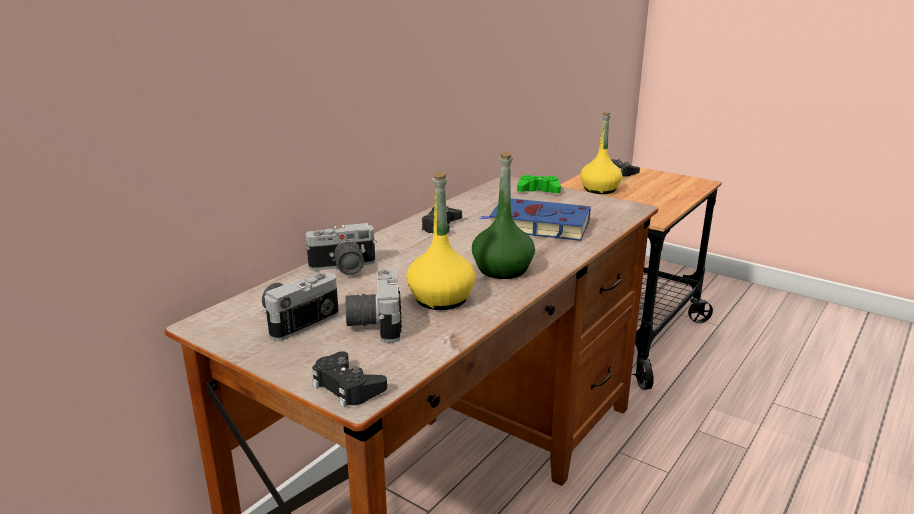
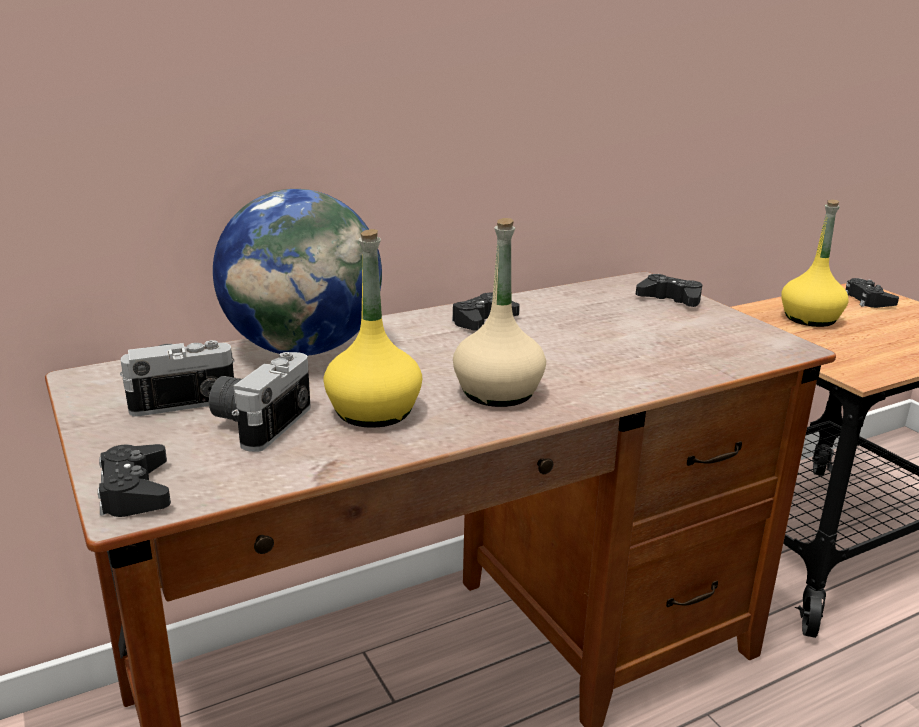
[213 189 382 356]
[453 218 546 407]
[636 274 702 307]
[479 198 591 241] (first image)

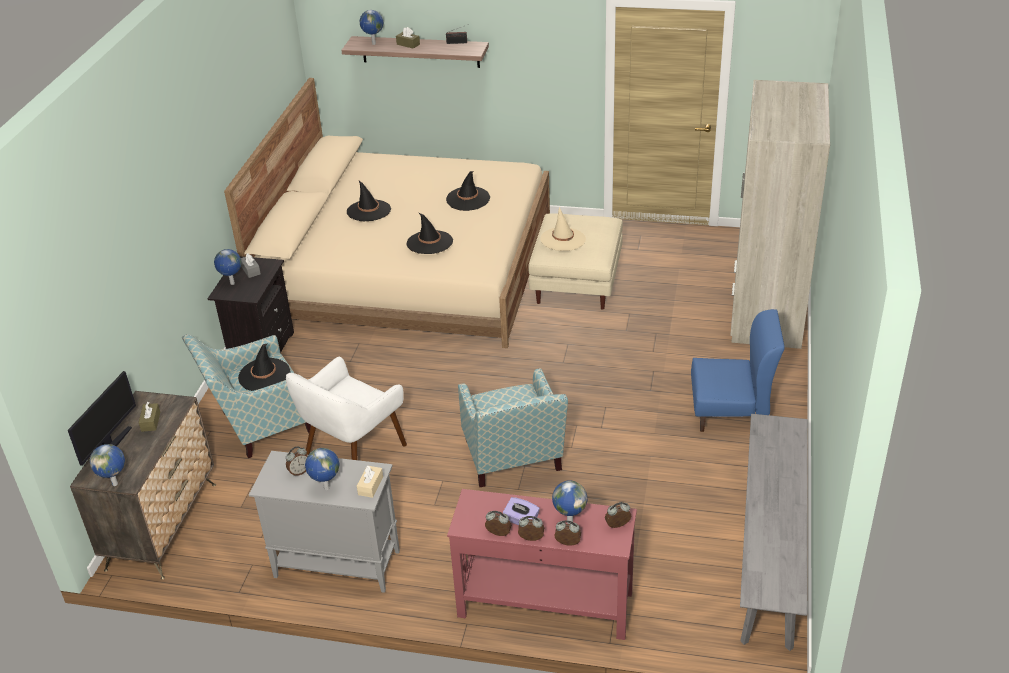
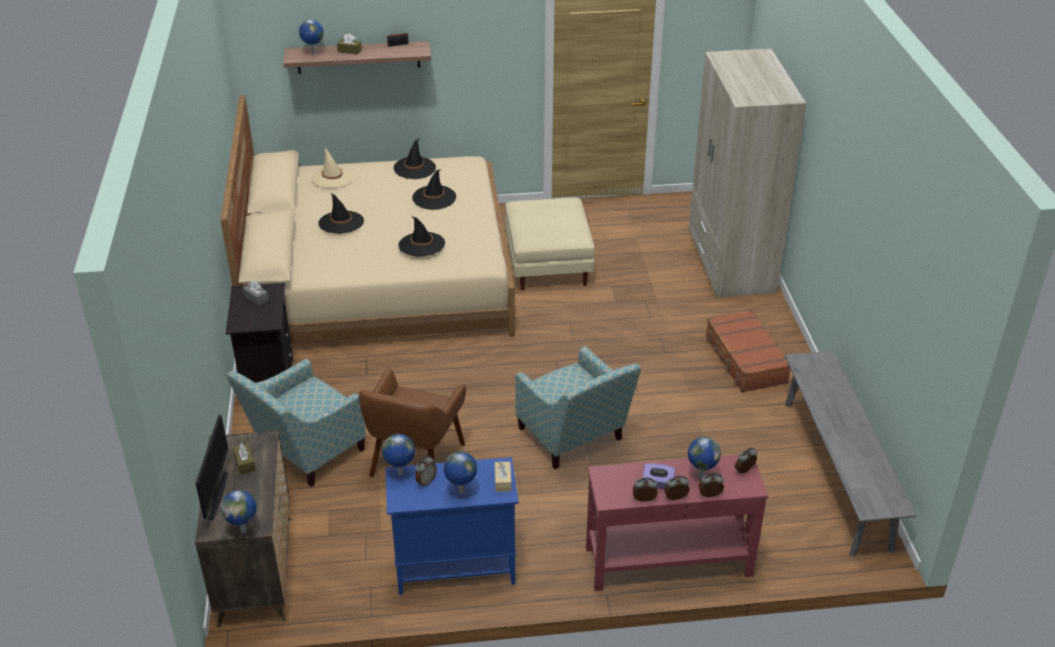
[311 148 354 188]
[359 368 466 477]
[382 434 415 475]
[385 457 519 595]
[393 139 436 179]
[706 310 790 392]

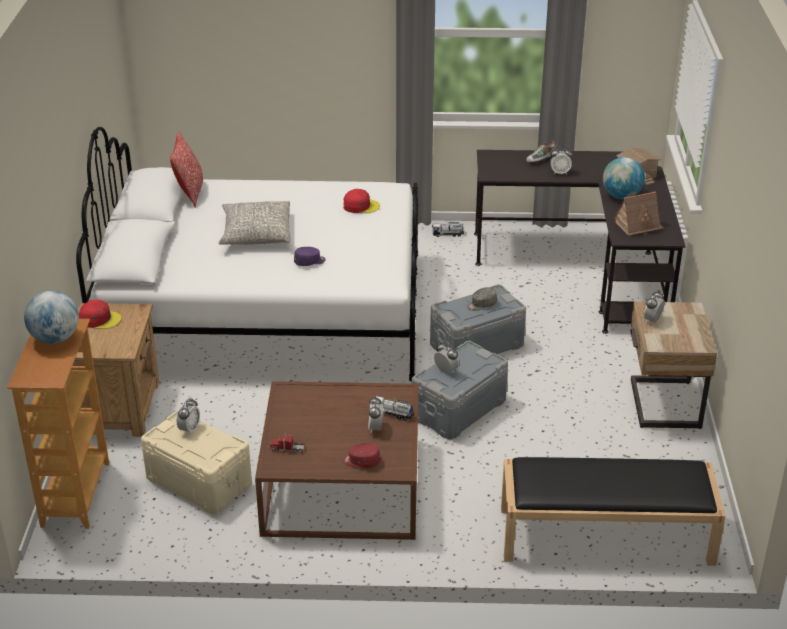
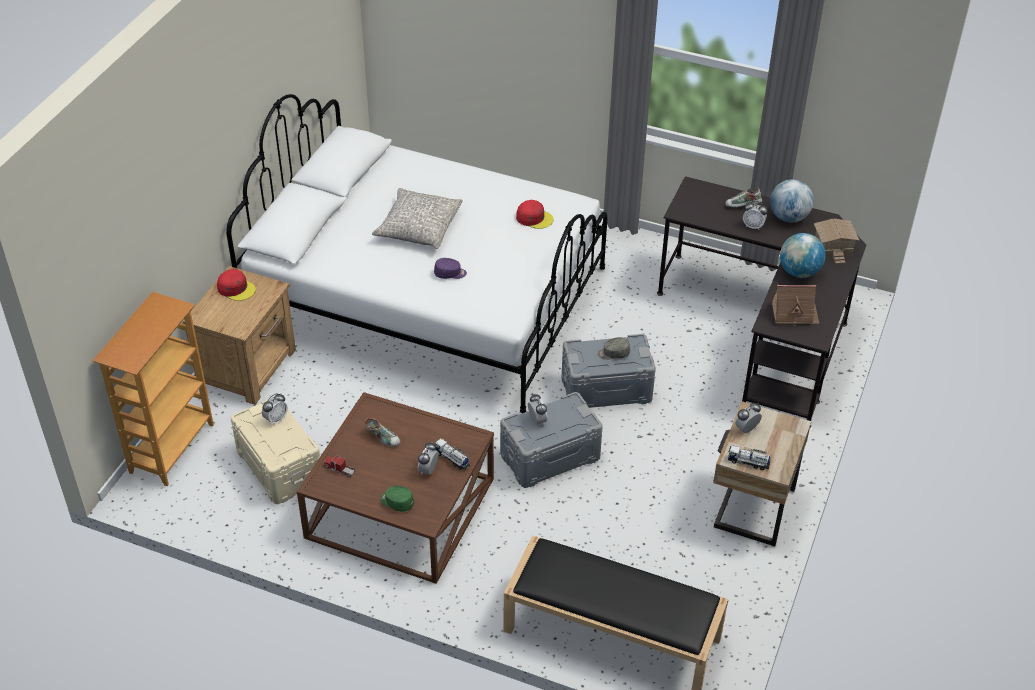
[365 417 400 447]
[380 486 414 512]
[728 445 771 470]
[770 179 814 222]
[170 131 203 208] (first image)

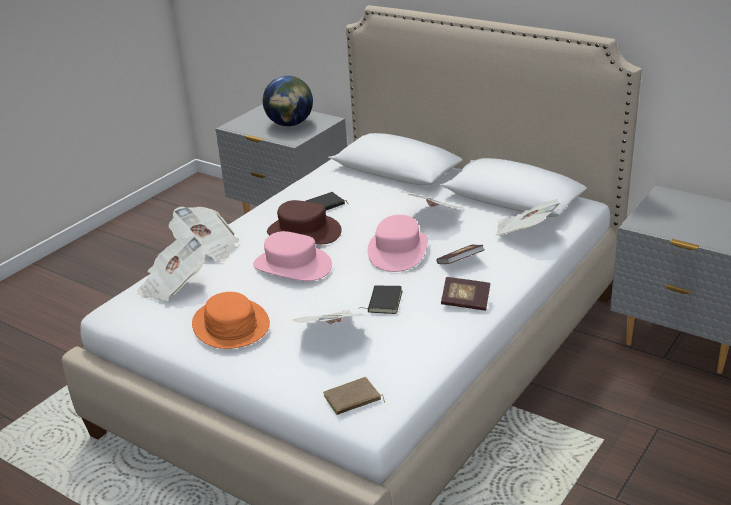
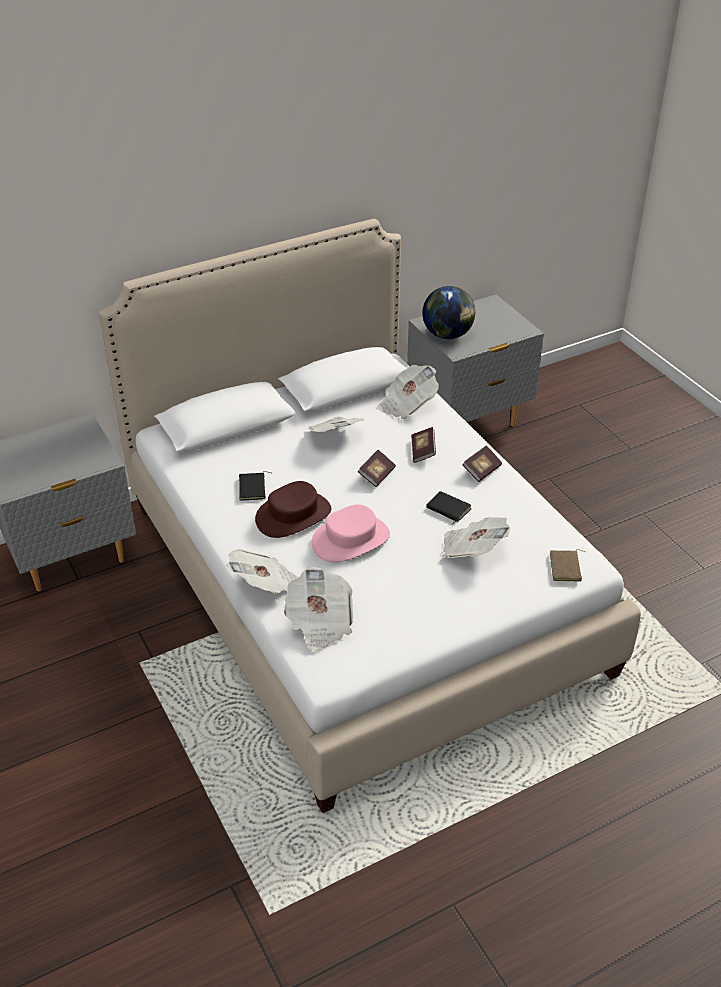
[358 450 396 487]
[422 286 475 339]
[192 292 270 349] (first image)

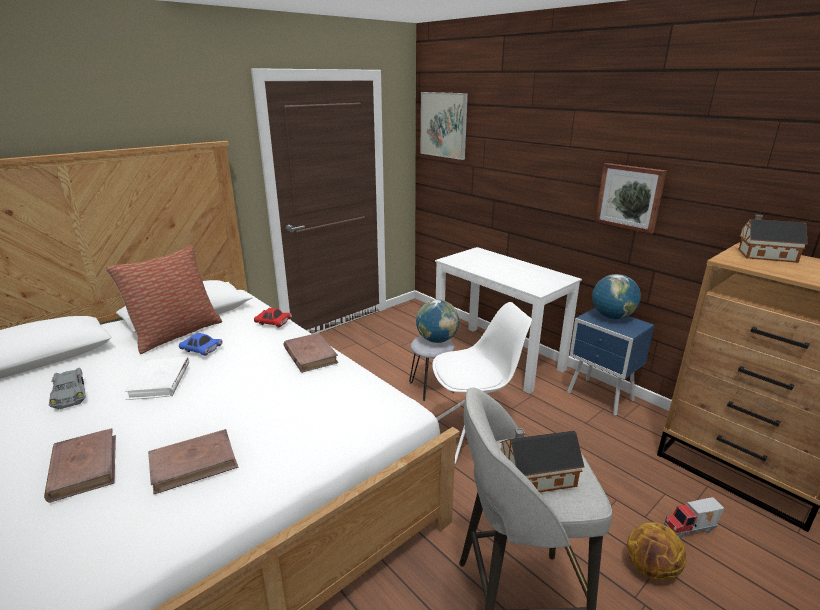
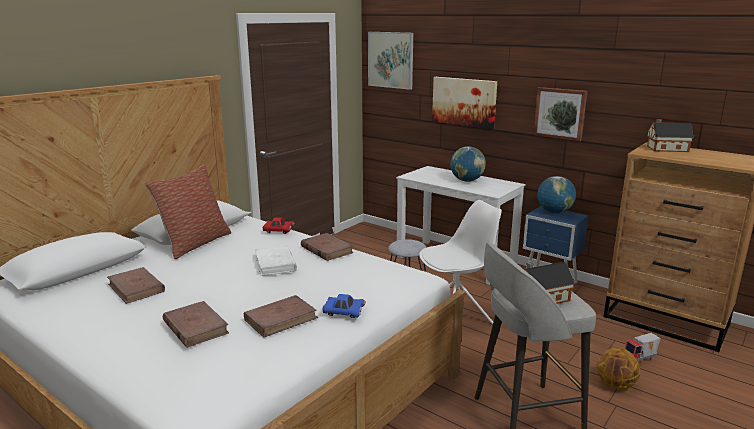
[107 267 165 304]
[255 246 297 276]
[323 294 365 318]
[432 77 497 129]
[450 146 486 182]

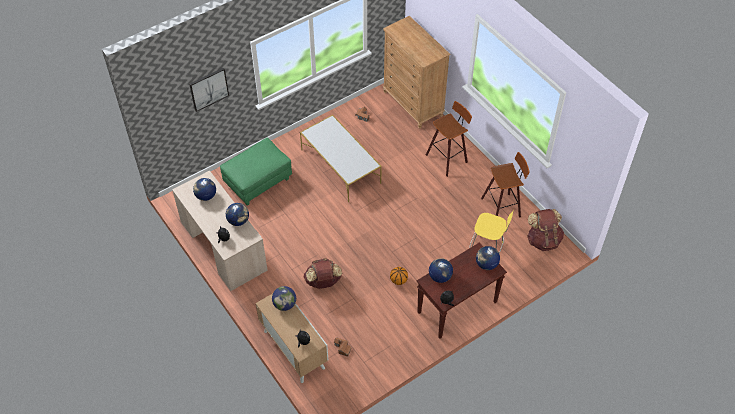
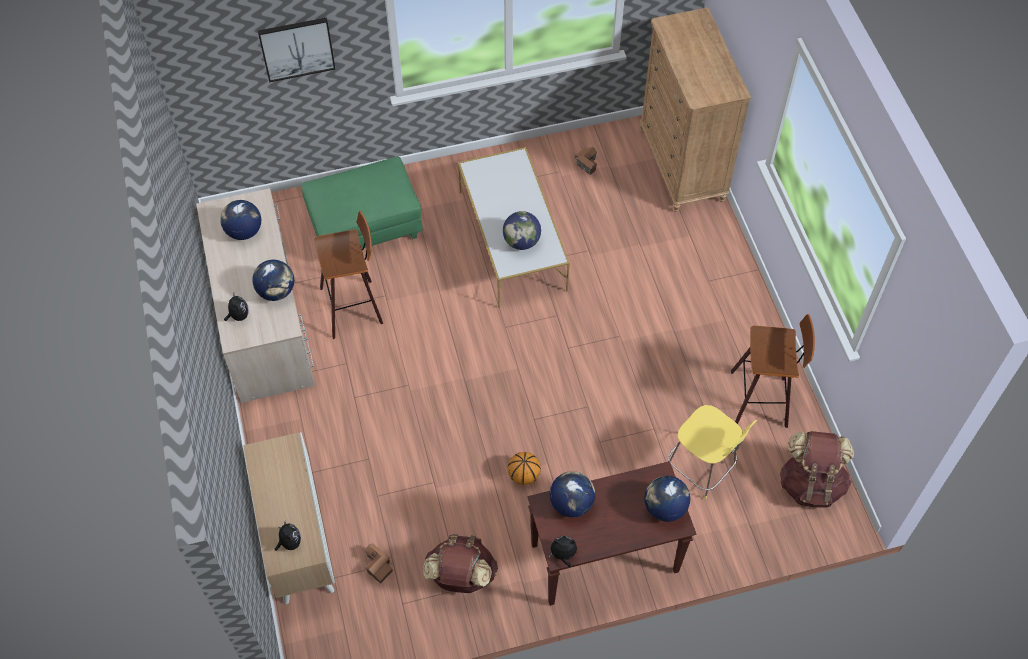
[314 211 383 339]
[423 534 498 593]
[503 211 541 250]

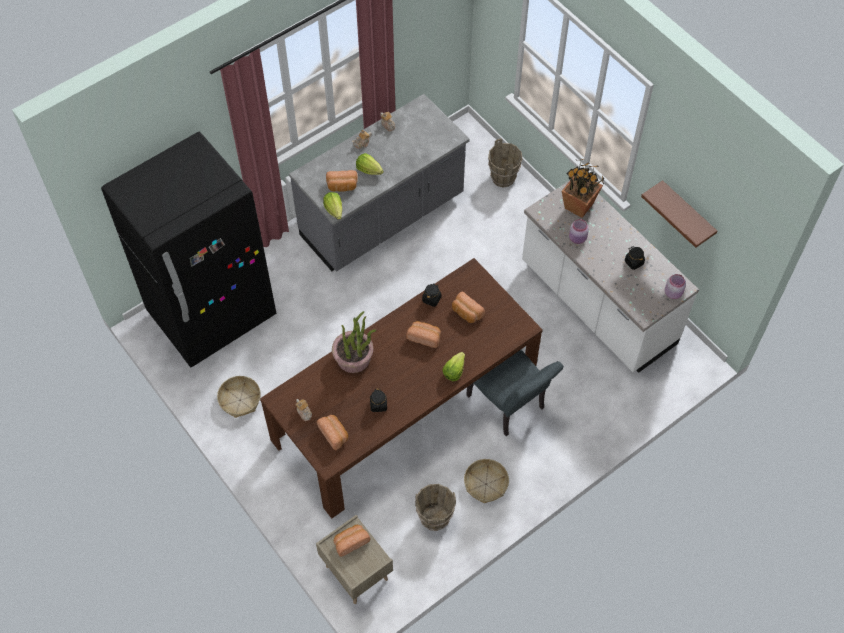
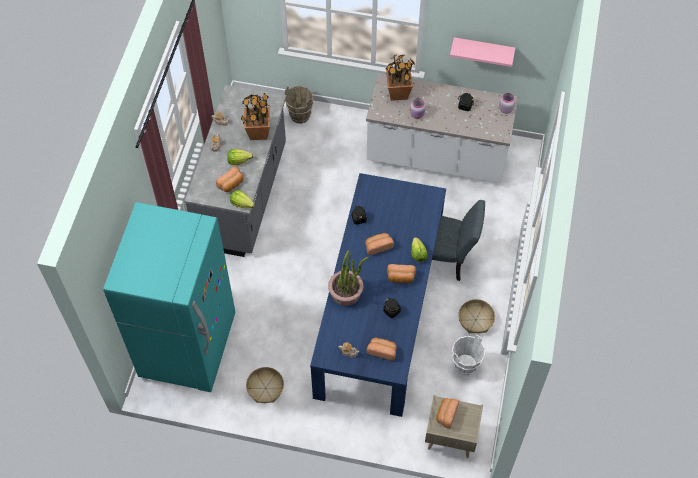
[103 202 235 392]
[241 93 270 140]
[310 173 446 417]
[387 264 416 283]
[450 37 515 67]
[452 335 485 375]

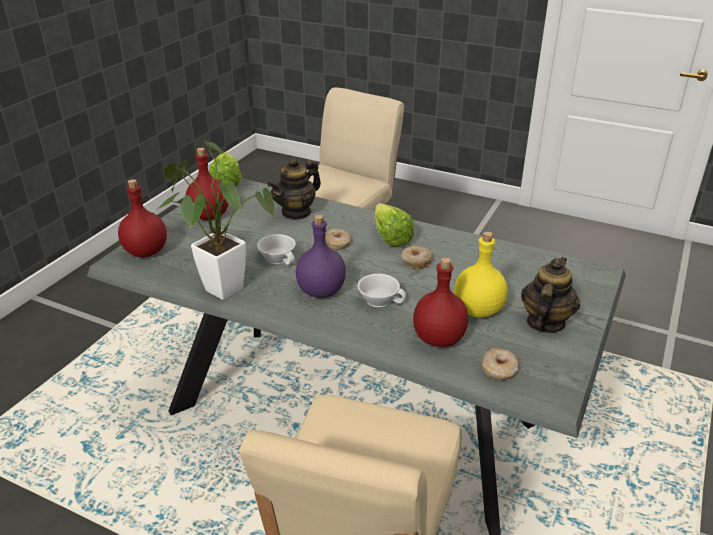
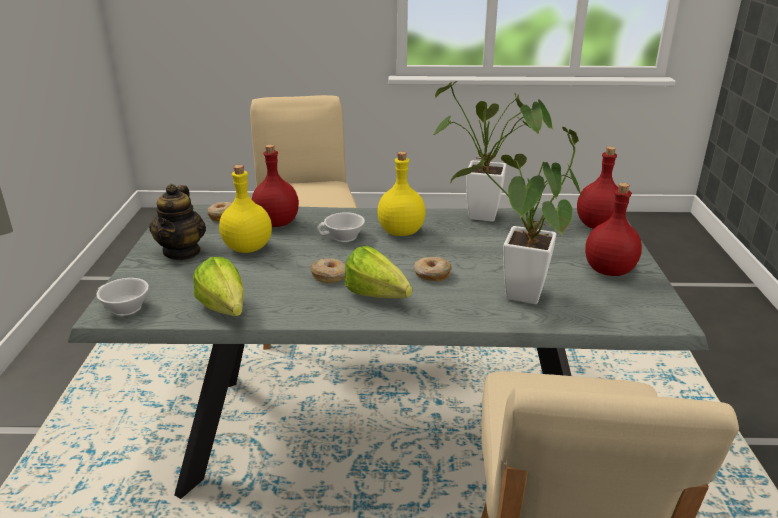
[97 278 149 316]
[193 257 244 316]
[377 152 426 236]
[450 127 583 304]

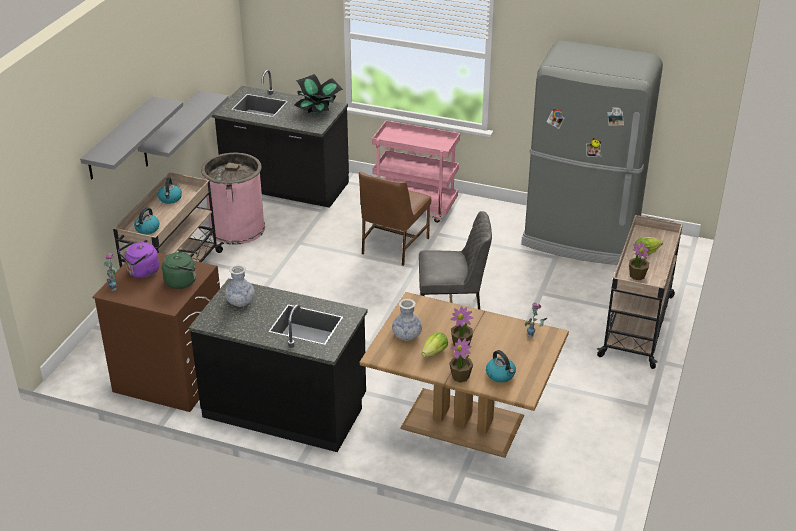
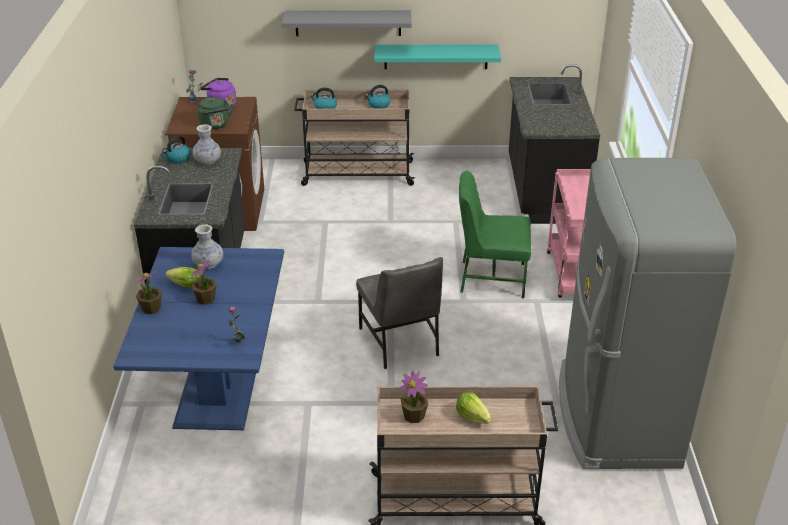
[114 247 284 430]
[163 135 191 164]
[374 44 501 69]
[459 171 531 298]
[201 153 265 245] (first image)
[294 74 343 113] (first image)

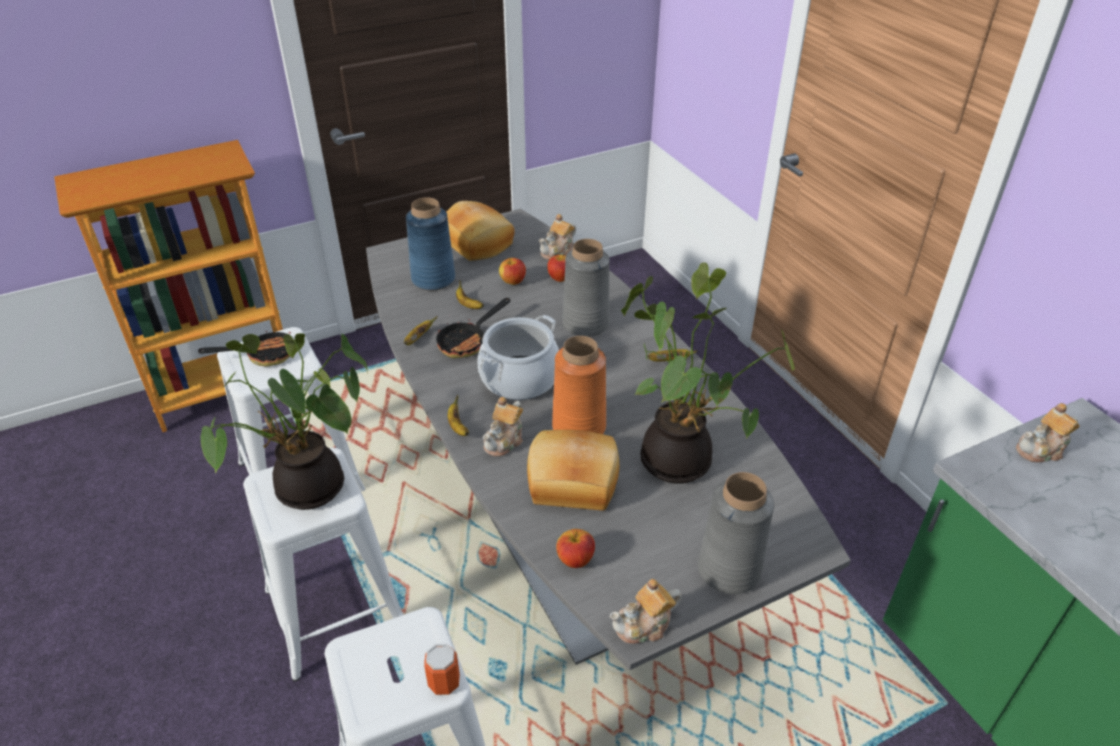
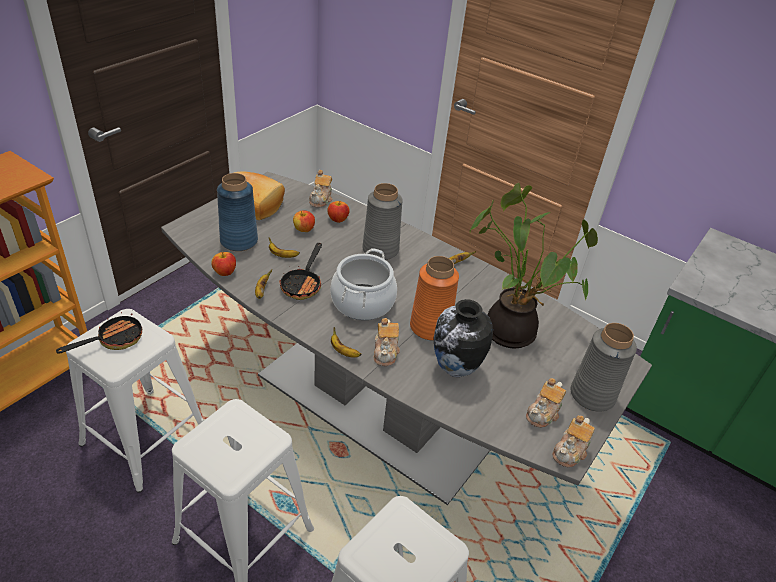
[211 252 236 276]
[433 299 493 377]
[526 378 566 428]
[201 333 368 510] (first image)
[424 644 460 695] (first image)

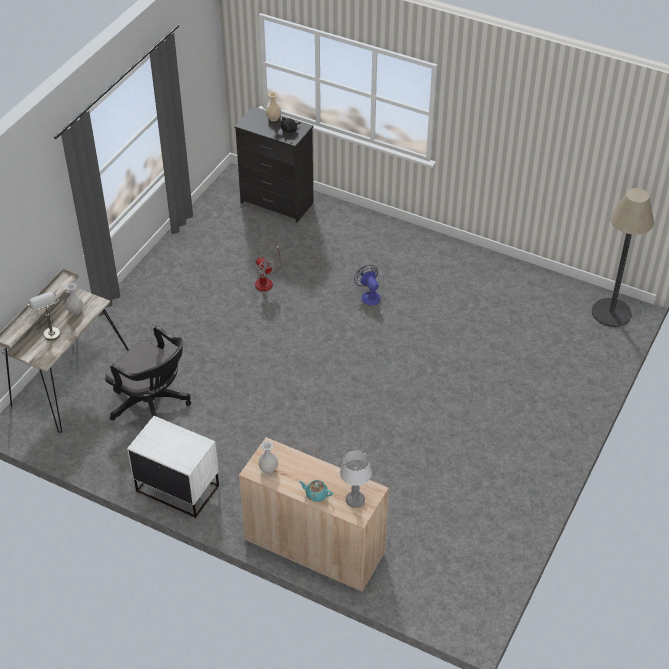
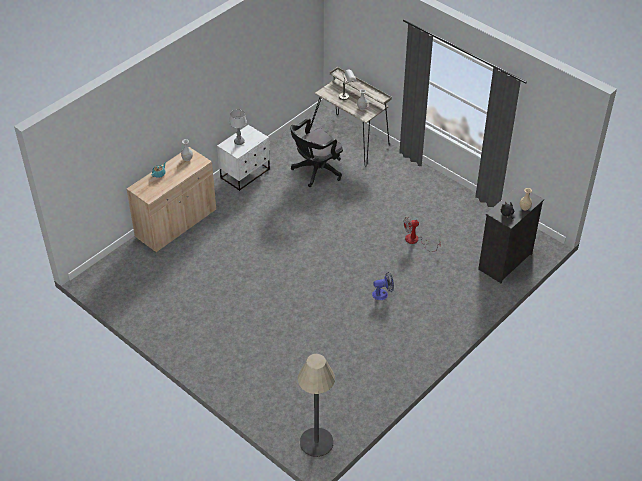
[229 109 247 145]

